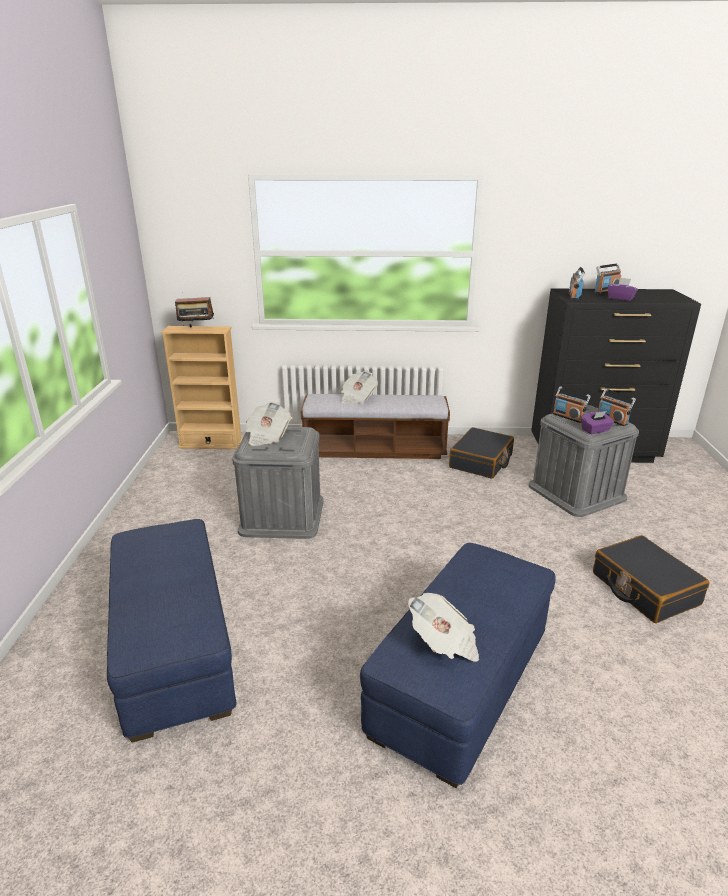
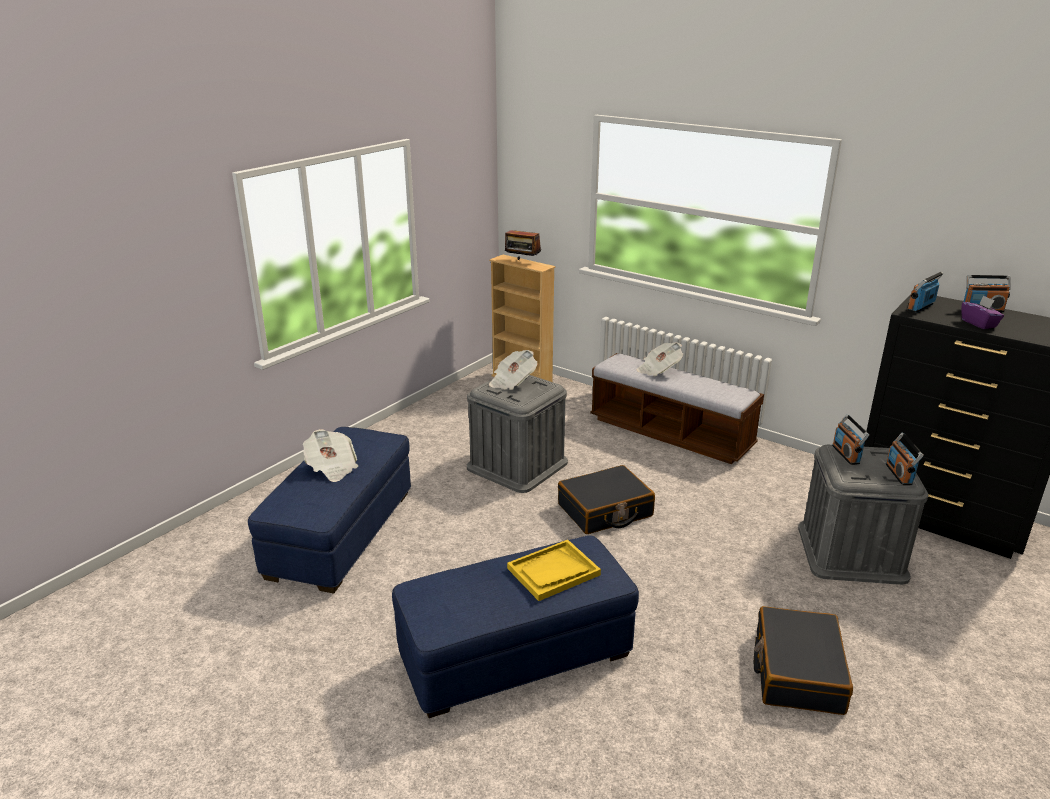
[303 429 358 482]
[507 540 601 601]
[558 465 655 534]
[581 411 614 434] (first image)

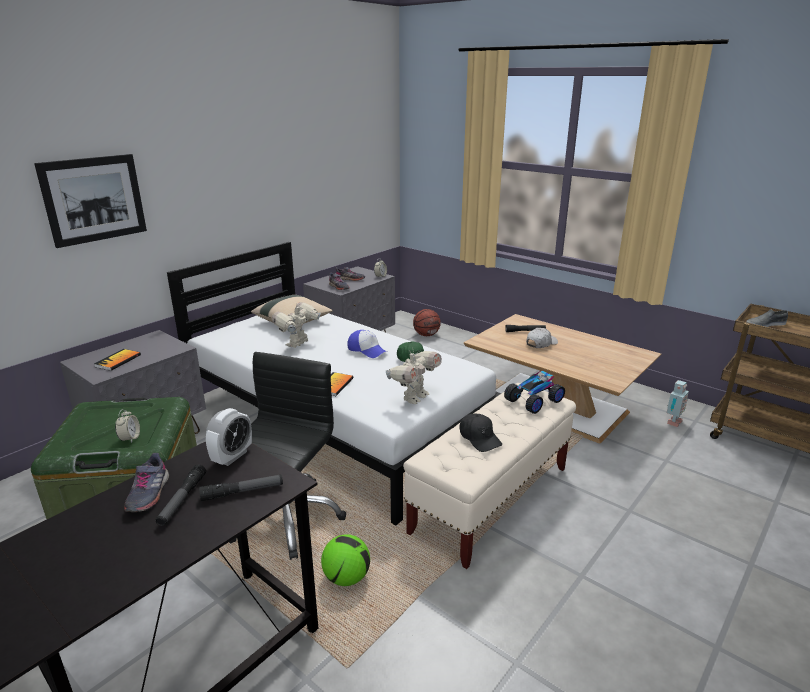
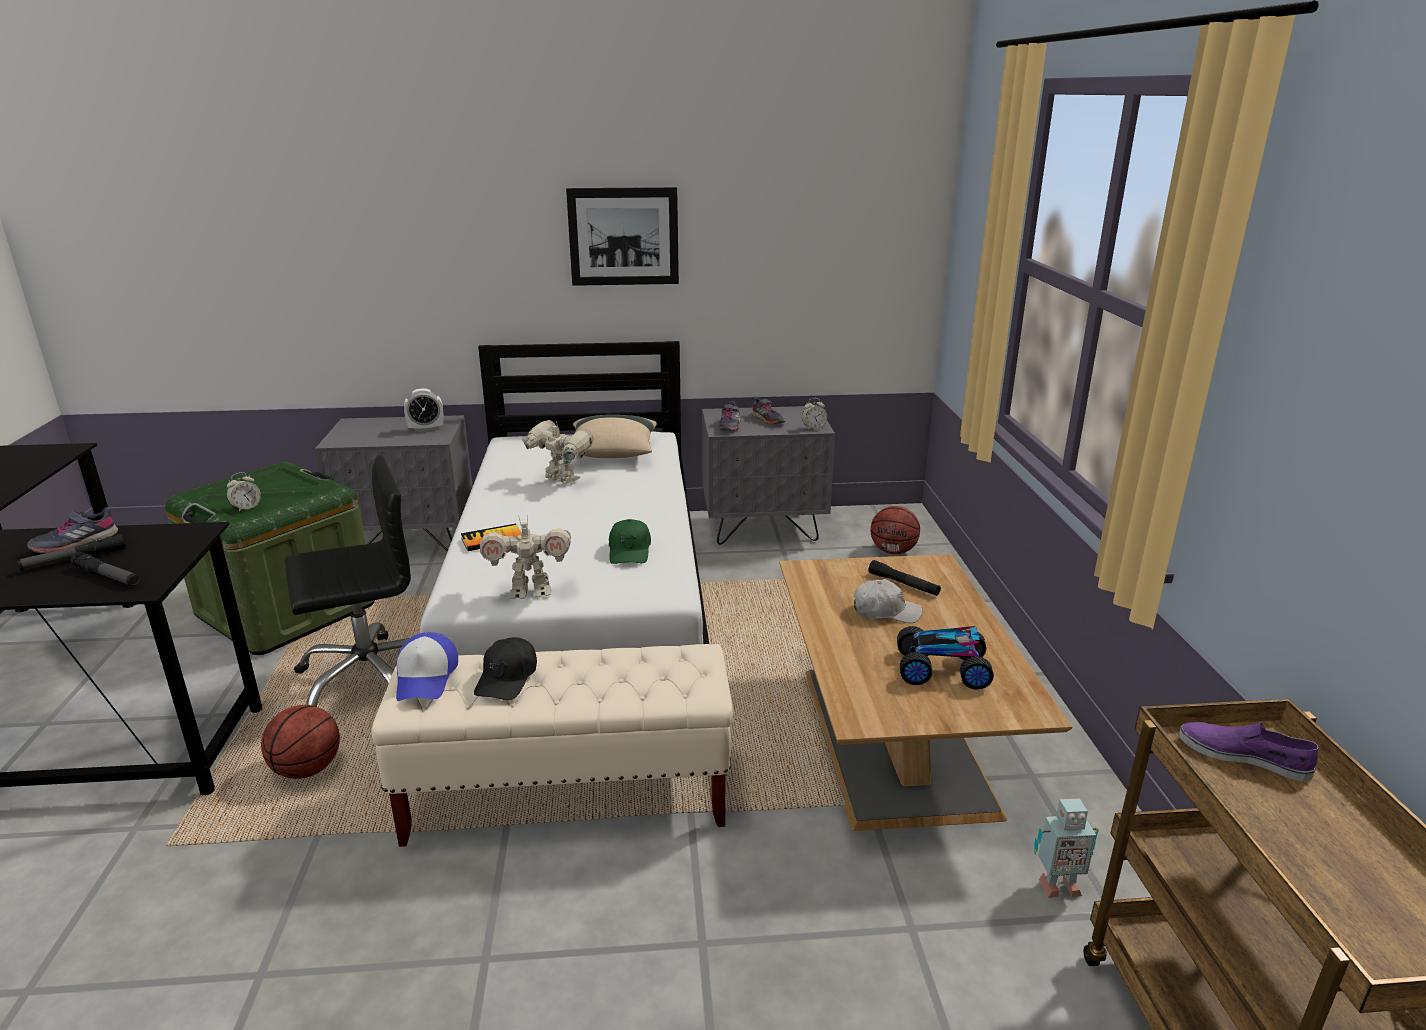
[261 705 340 779]
[396 632 458 701]
[404 388 444 432]
[522 420 594 483]
[566 187 679 286]
[897 626 994 690]
[1179 722 1318 781]
[94 349 141 371] (first image)

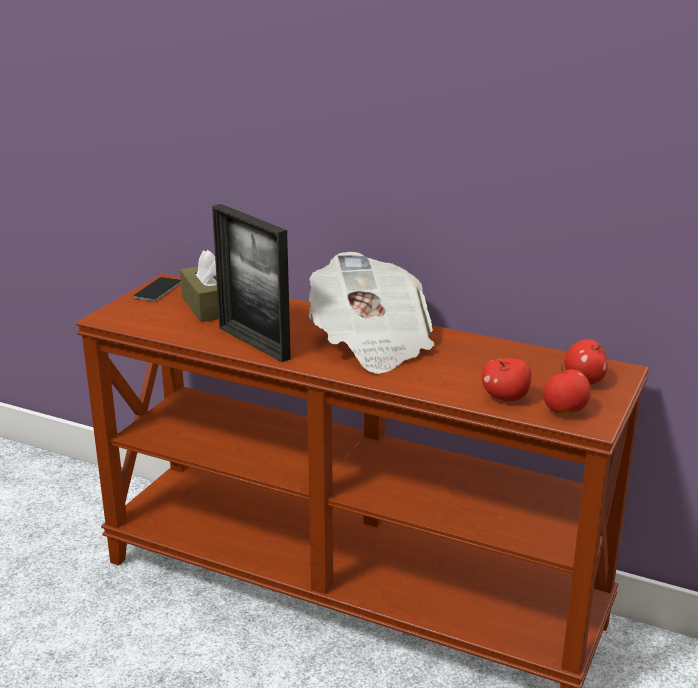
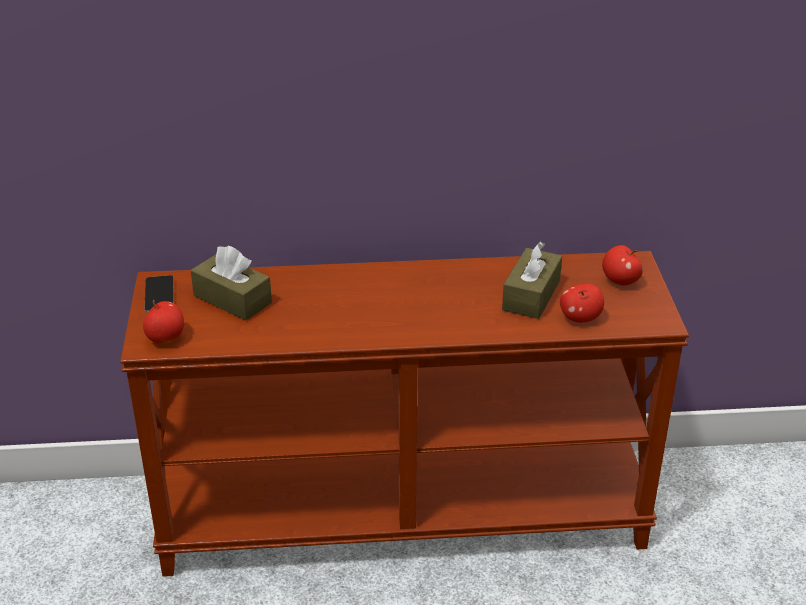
[143 300 184 344]
[502 241 562 319]
[212 204 291 362] (first image)
[309 252 434 374] (first image)

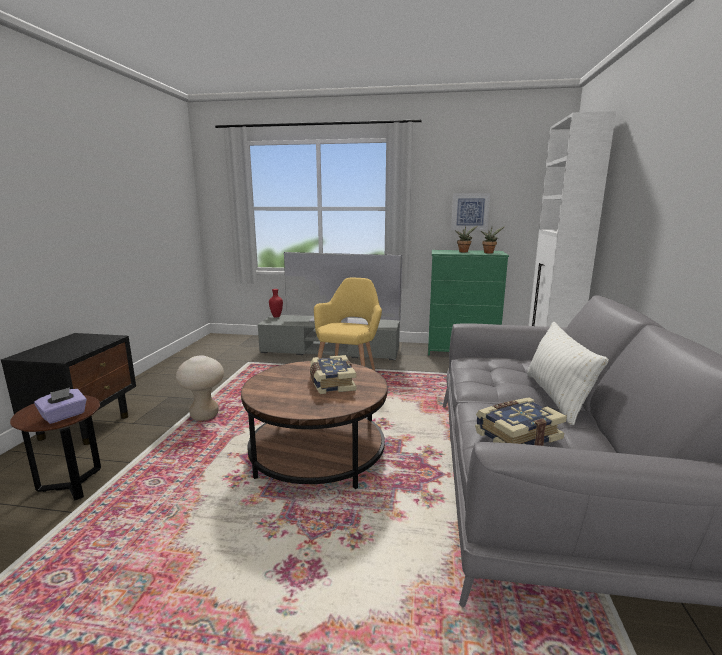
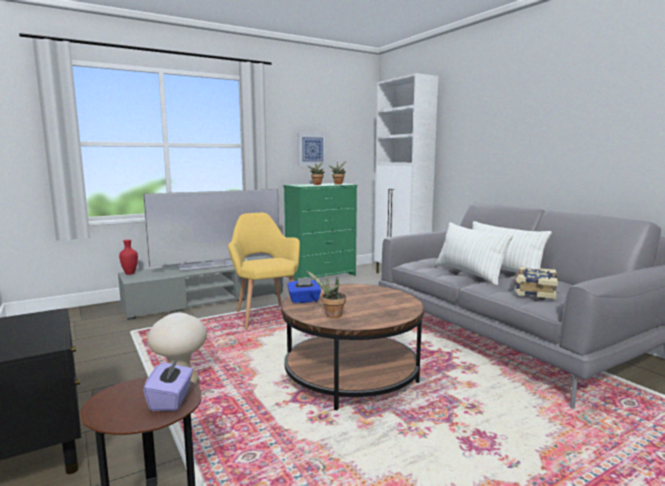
[287 278 321 303]
[306 271 346 318]
[436 222 513 286]
[310 355 357 394] (first image)

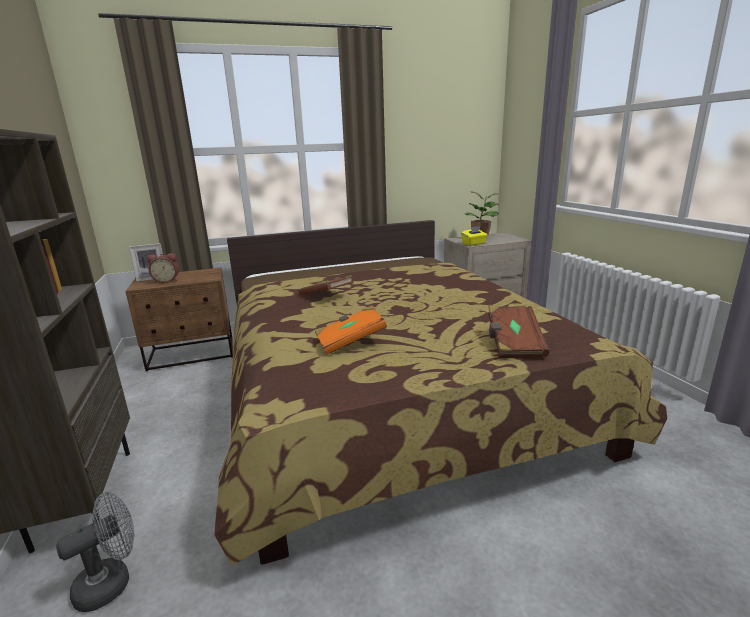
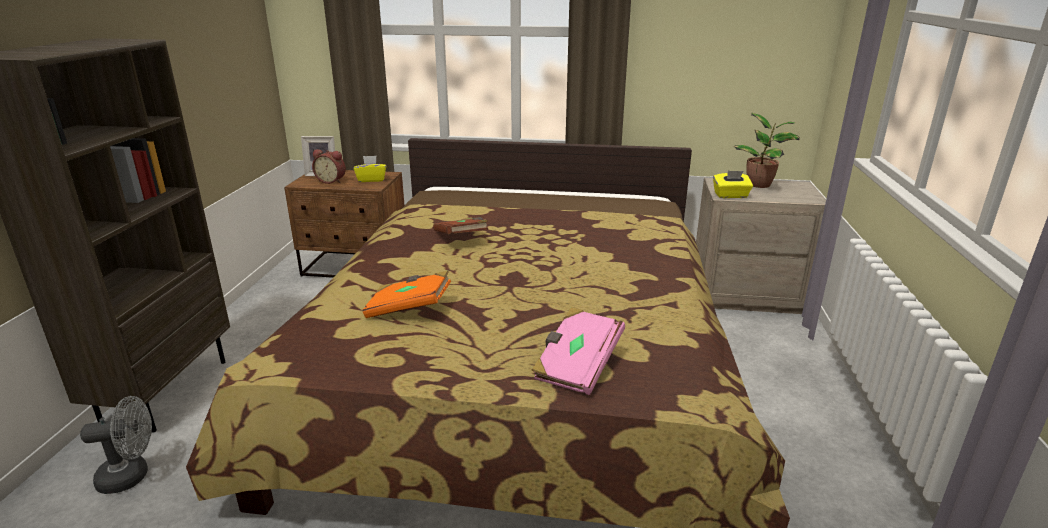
[354 156 386 182]
[531 307 625 395]

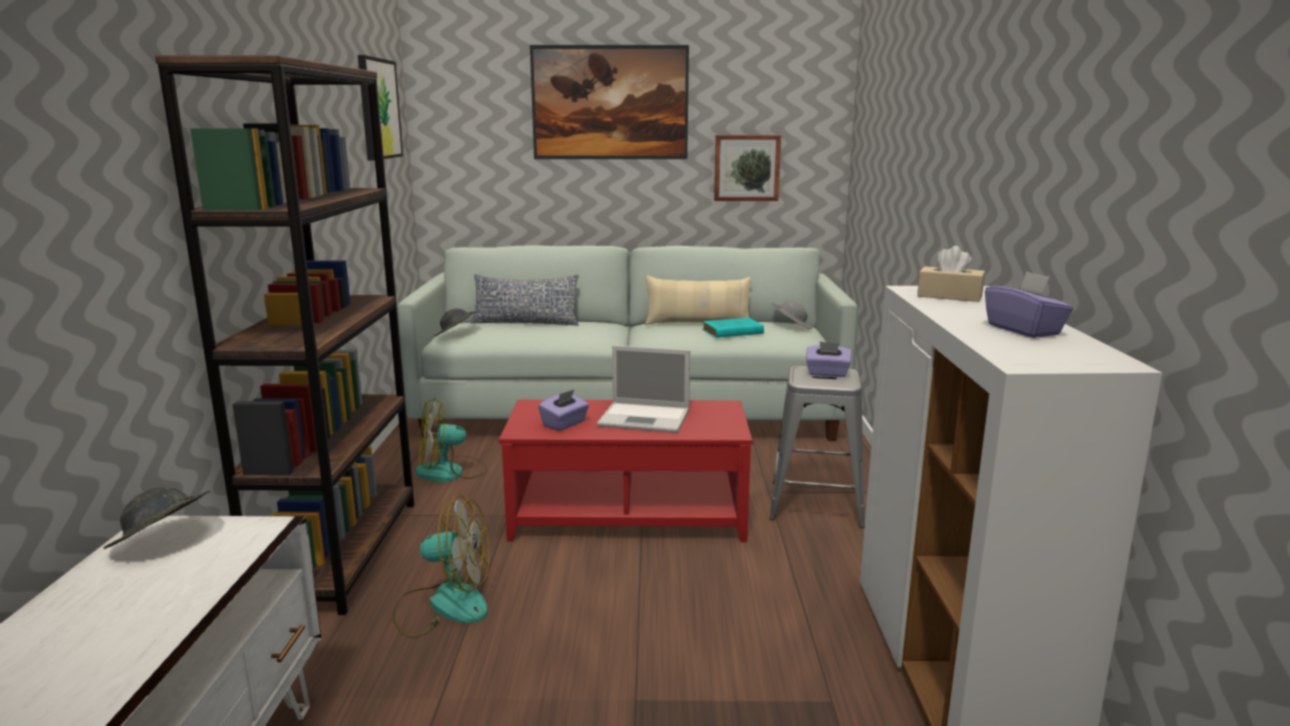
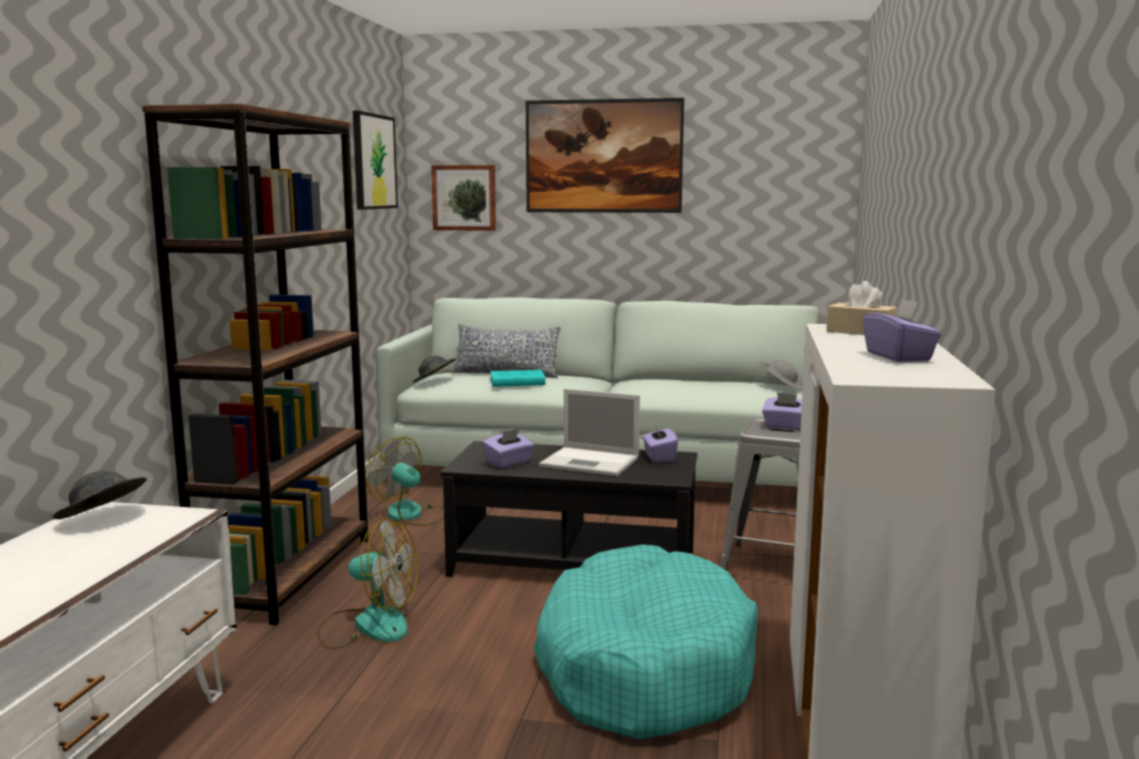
[366 437 444 526]
[431 165 496 231]
[440 441 697 577]
[490 370 545 387]
[533 545 758 739]
[642 422 678 462]
[645 275 751 325] (first image)

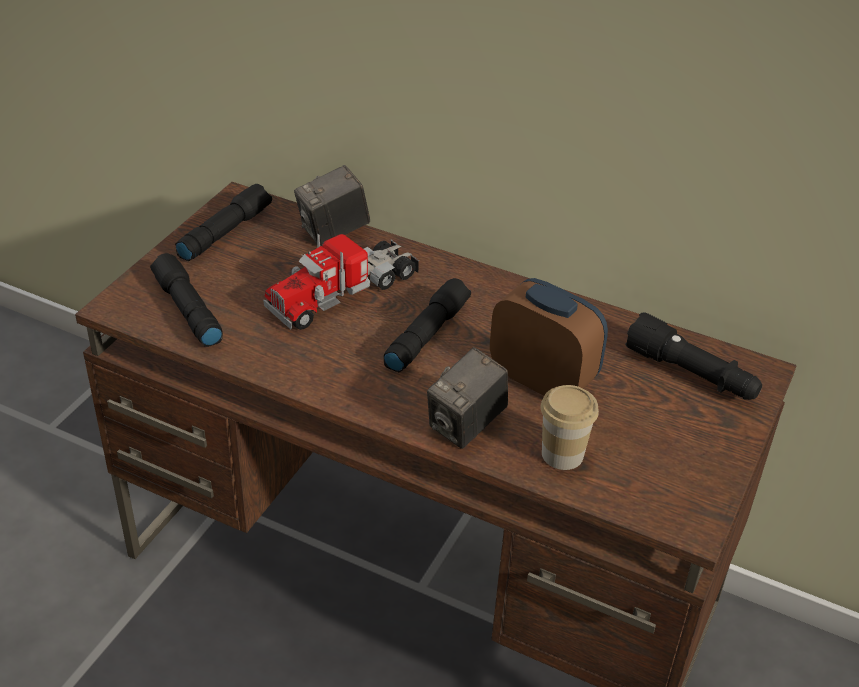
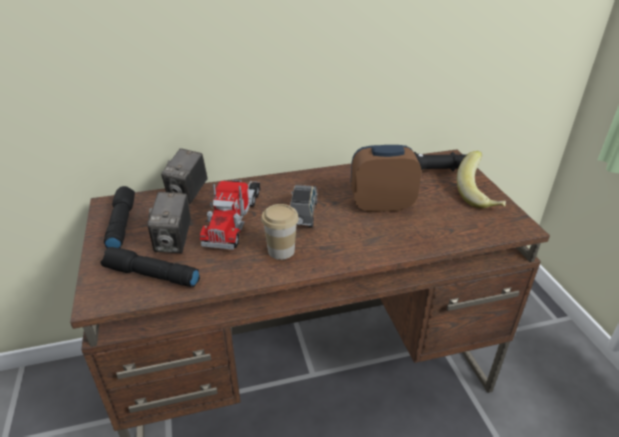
[147 192 191 253]
[261 204 299 260]
[290 185 317 228]
[457 151 506 209]

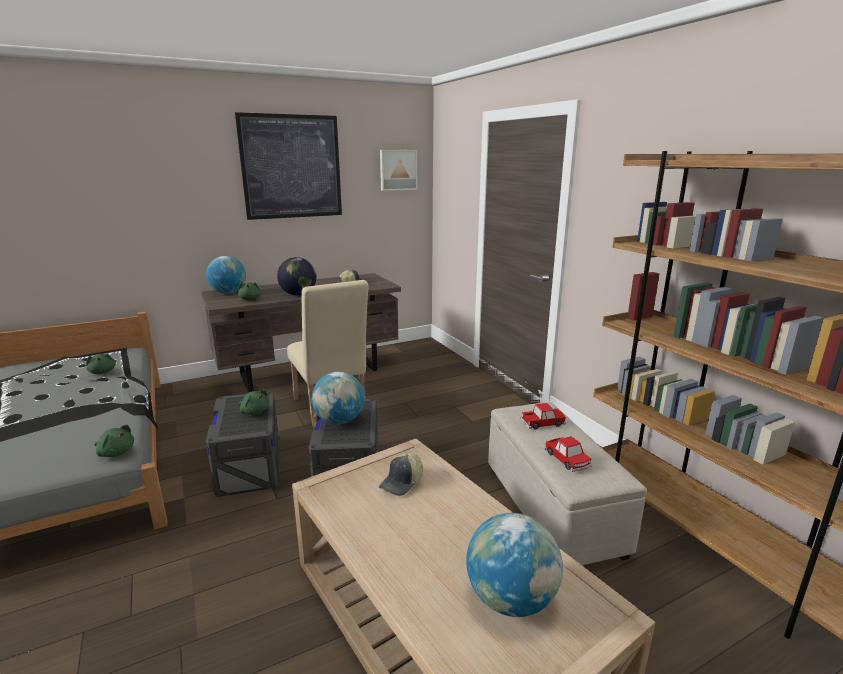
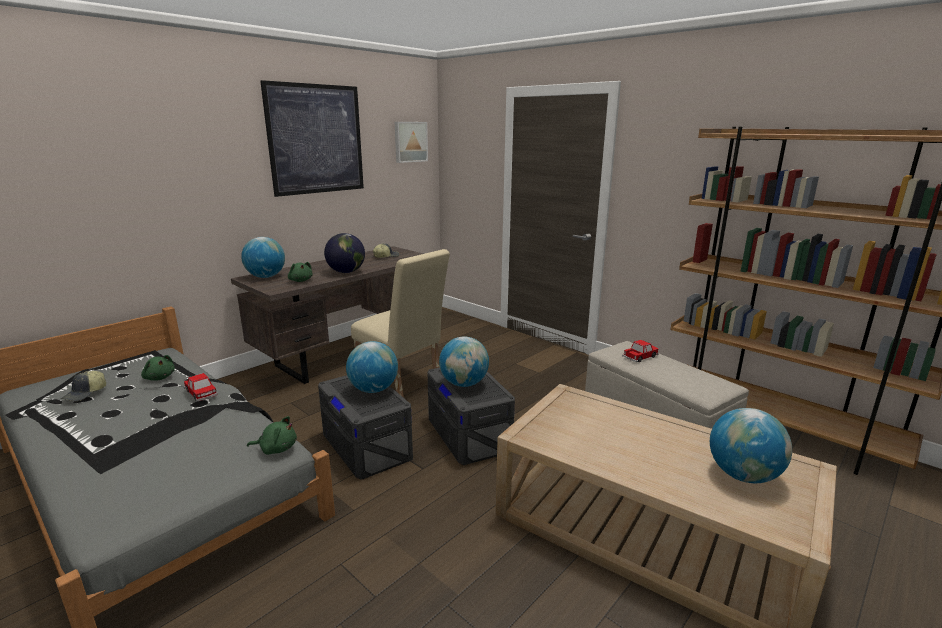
[61 371 106 401]
[184 373 218 402]
[346 341 398 393]

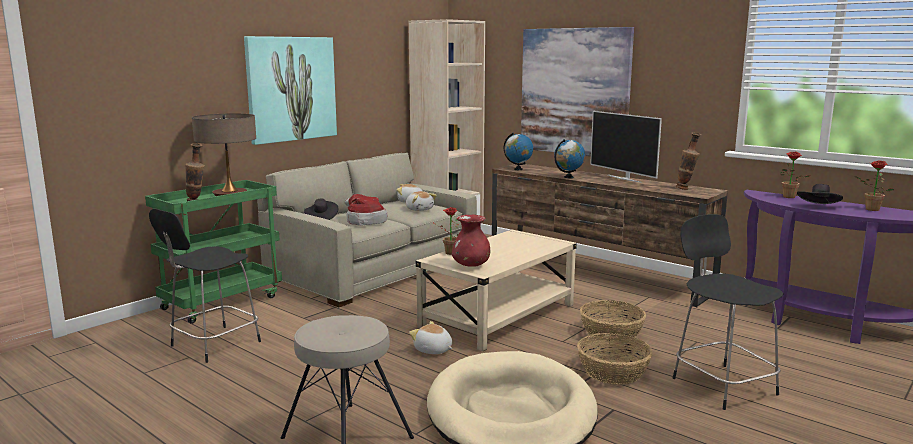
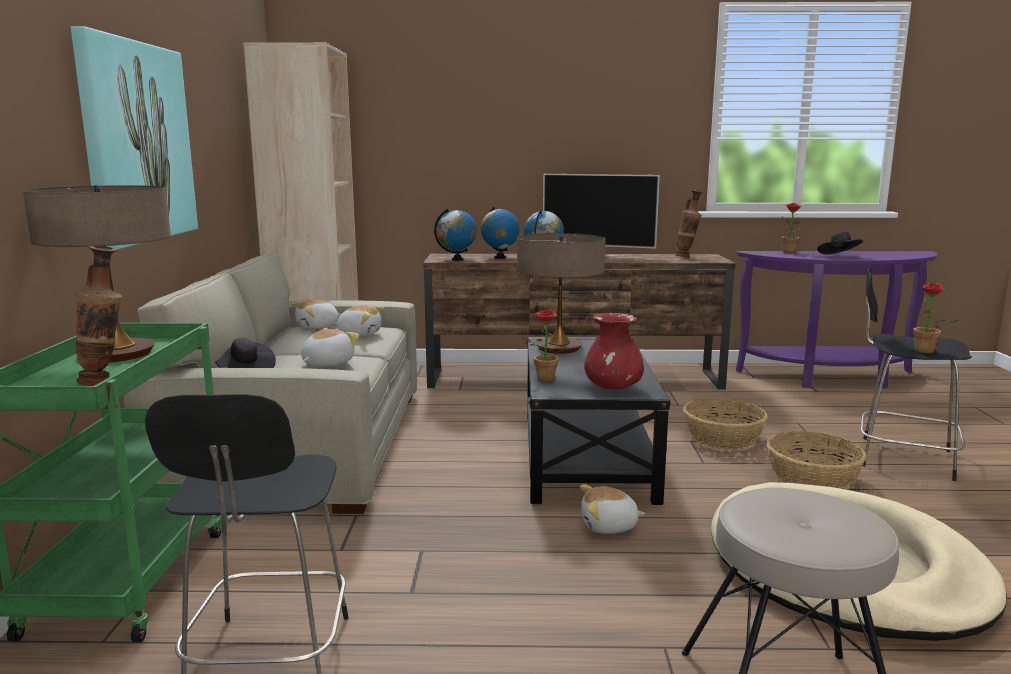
[301 328 359 367]
[481 207 520 259]
[517 233 606 354]
[526 337 671 505]
[908 283 958 353]
[521 27 634 156] (first image)

